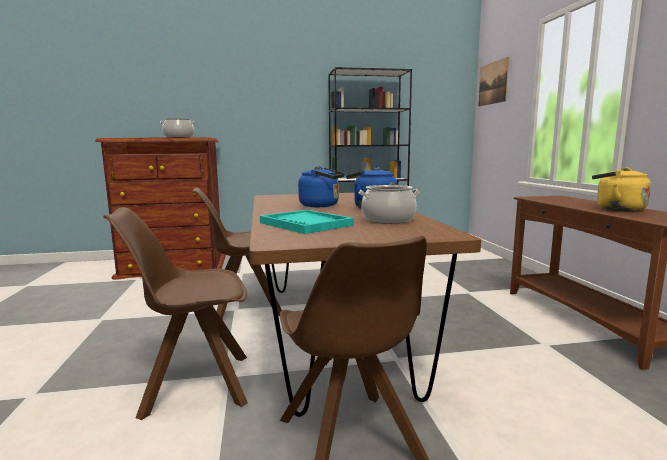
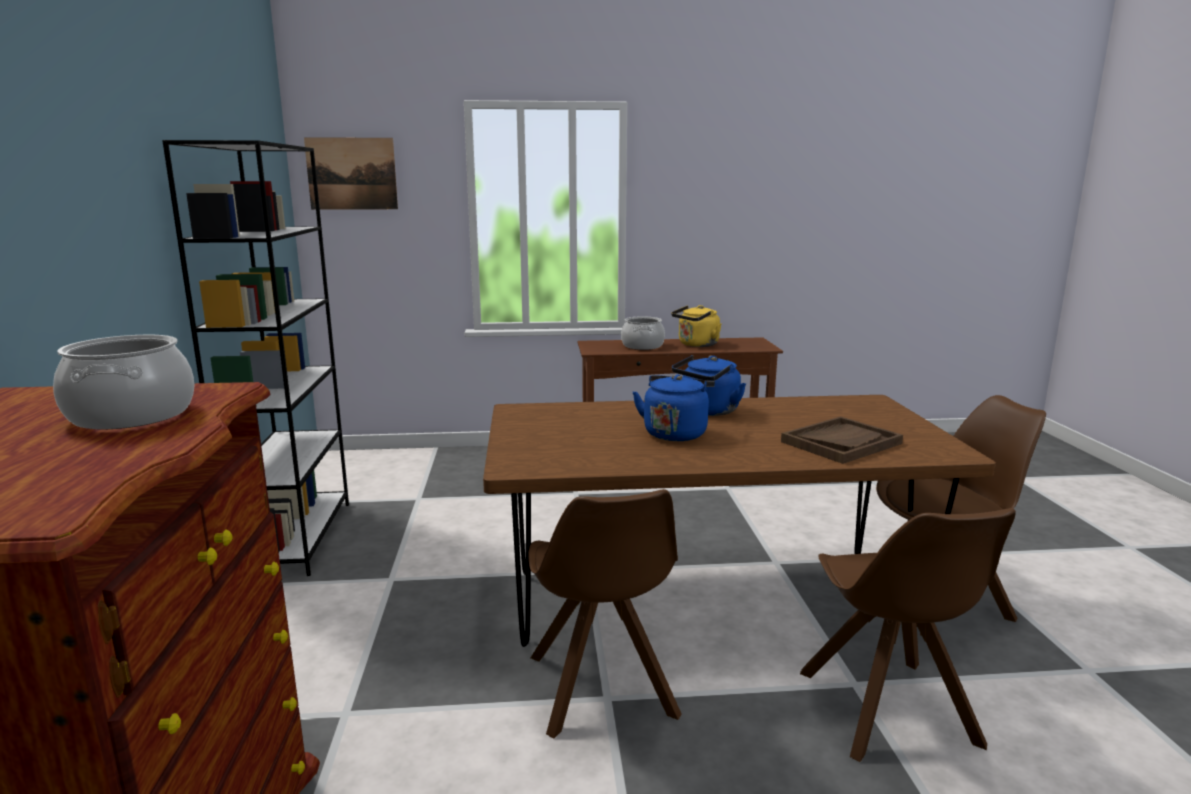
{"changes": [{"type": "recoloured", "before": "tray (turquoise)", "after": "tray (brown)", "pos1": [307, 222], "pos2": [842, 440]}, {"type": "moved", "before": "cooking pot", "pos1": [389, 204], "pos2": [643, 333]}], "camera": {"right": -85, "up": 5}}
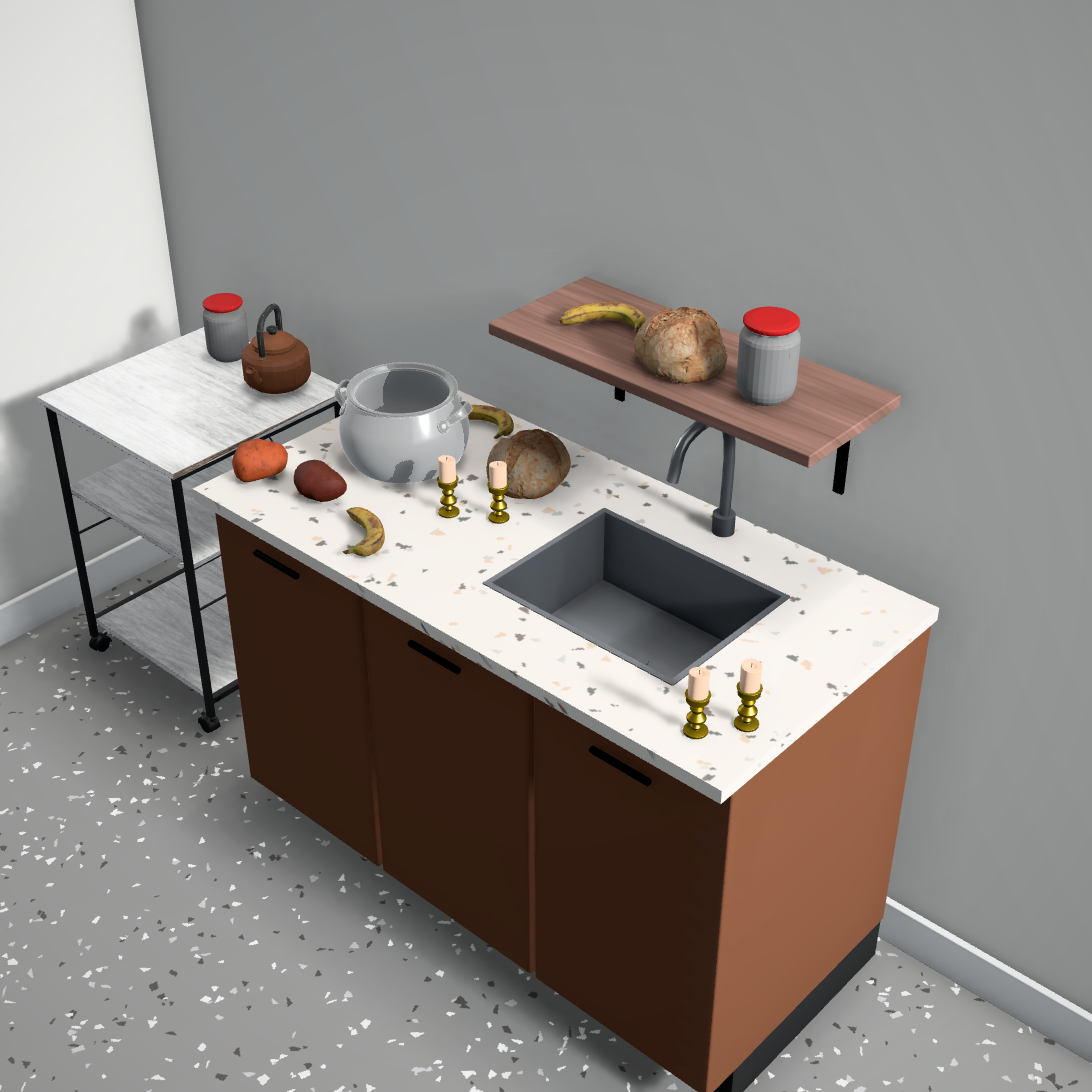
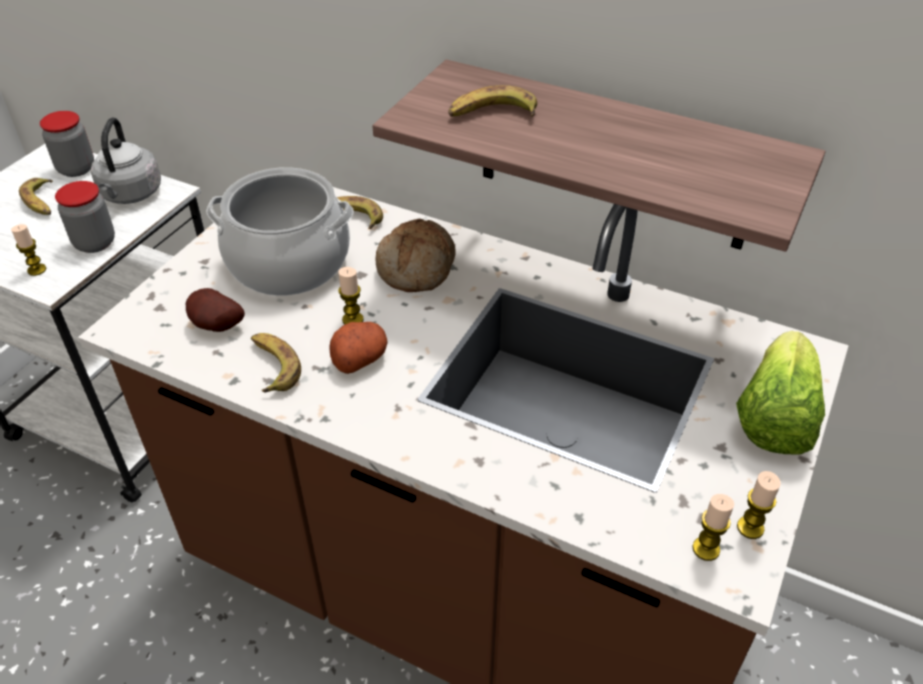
{"changes": [{"type": "moved", "before": "potato", "pos1": [260, 460], "pos2": [358, 348]}, {"type": "recoloured", "before": "kettle (brown)", "after": "kettle (grey)", "pos1": [276, 348], "pos2": [126, 160]}, {"type": "moved", "before": "candle", "pos1": [498, 492], "pos2": [28, 250]}, {"type": "removed", "before": "bread", "pos1": [680, 345]}, {"type": "moved", "before": "jar", "pos1": [769, 356], "pos2": [85, 217]}, {"type": "added", "after": "banana", "pos2": [36, 196]}, {"type": "added", "after": "lettuce", "pos2": [780, 393]}], "camera": {"right": -15, "up": 10}}
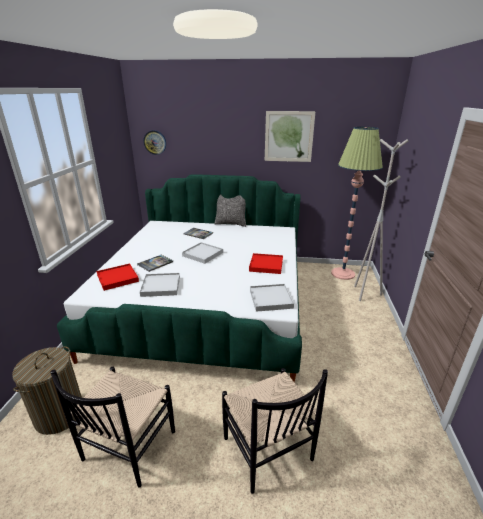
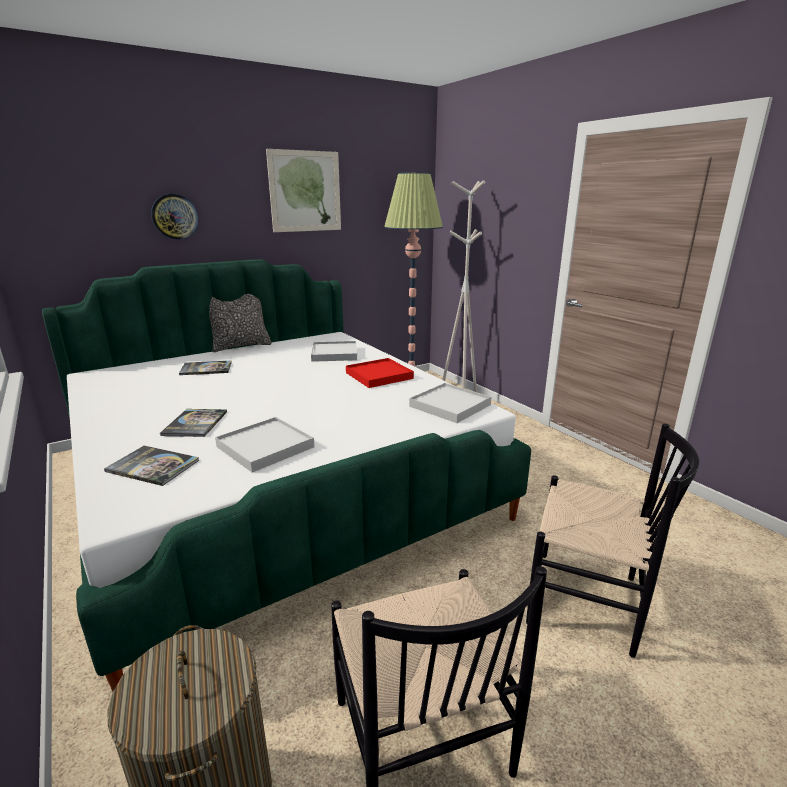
{"changes": [{"type": "replaced", "before": "tray (red)", "after": "book", "pos1": [117, 277], "pos2": [151, 466]}, {"type": "moved", "before": "wall clock", "pos1": [154, 142], "pos2": [174, 217]}, {"type": "moved", "before": "tray (white)", "pos1": [202, 253], "pos2": [334, 351]}], "camera": {"right": -40, "up": -5}}
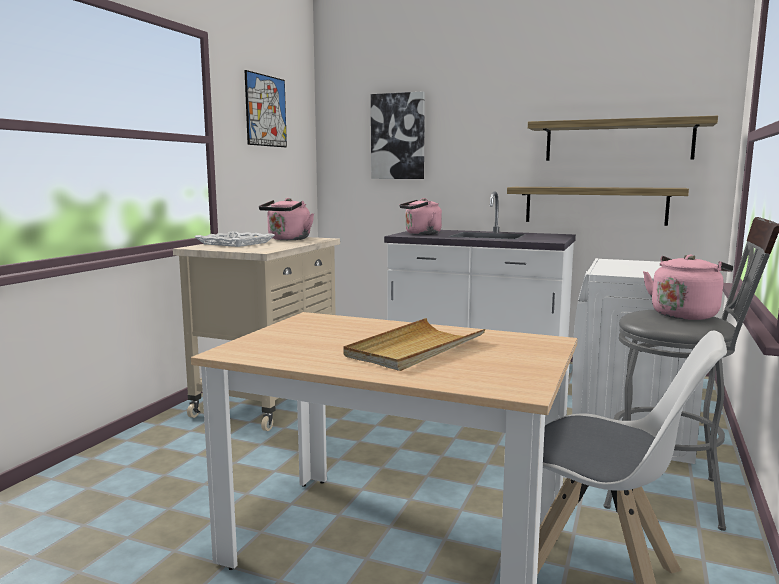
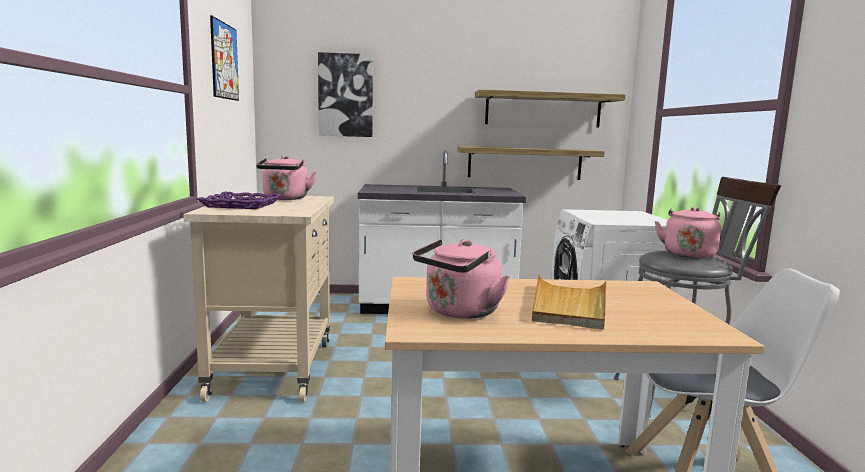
{"changes": [{"type": "recoloured", "before": "tray (white)", "after": "tray (purple)", "pos1": [235, 239], "pos2": [239, 200]}, {"type": "moved", "before": "kettle (pink)", "pos1": [420, 216], "pos2": [461, 279]}], "camera": {"right": -25, "up": 0}}
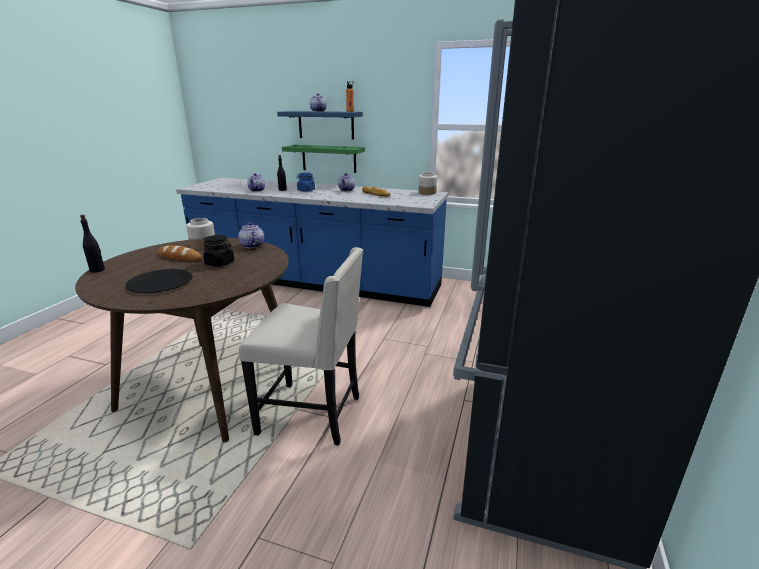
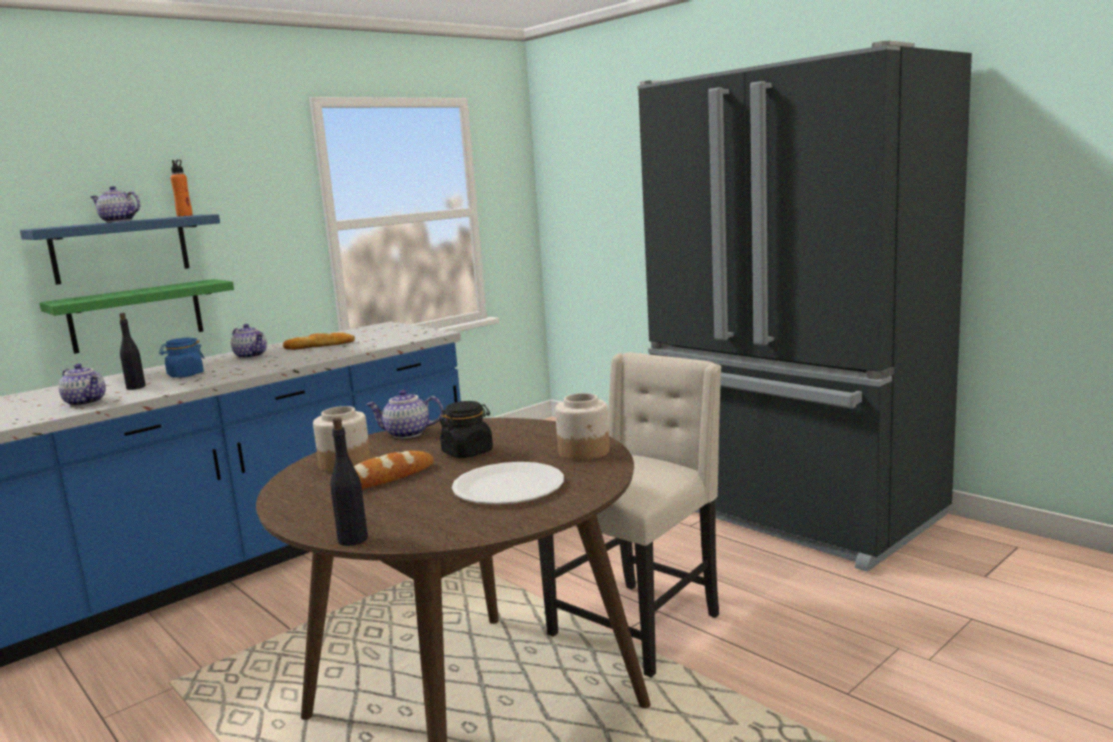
{"changes": [{"type": "recoloured", "before": "plate (black)", "after": "plate (white)", "pos1": [159, 281], "pos2": [508, 483]}, {"type": "moved", "before": "jar", "pos1": [428, 183], "pos2": [582, 426]}], "camera": {"right": -60, "up": -10}}
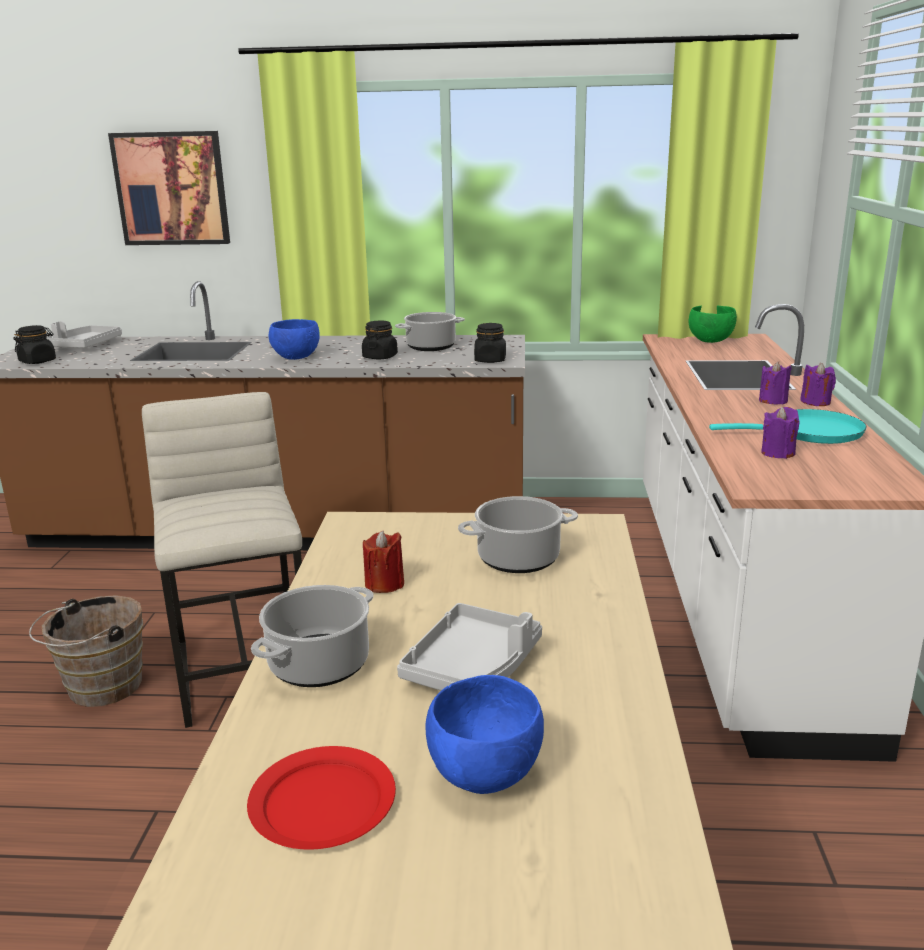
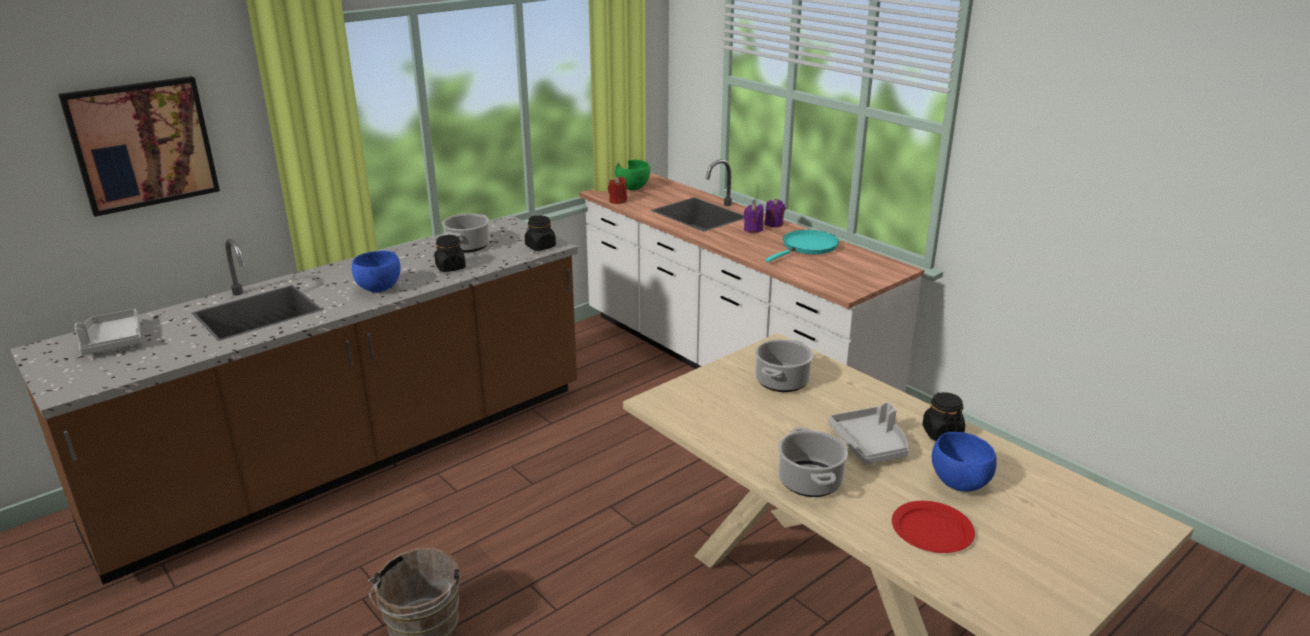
{"changes": [{"type": "moved", "before": "jar (black)", "pos1": [34, 344], "pos2": [943, 416]}, {"type": "removed", "before": "stool (beige)", "pos1": [222, 560]}, {"type": "moved", "before": "candle (red)", "pos1": [383, 561], "pos2": [617, 190]}, {"type": "removed", "before": "candle (purple)", "pos1": [780, 433]}], "camera": {"right": -45, "up": 5}}
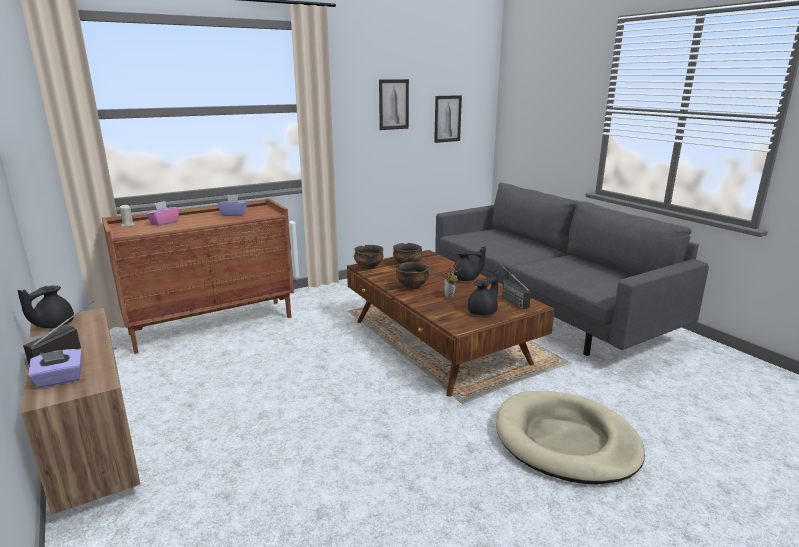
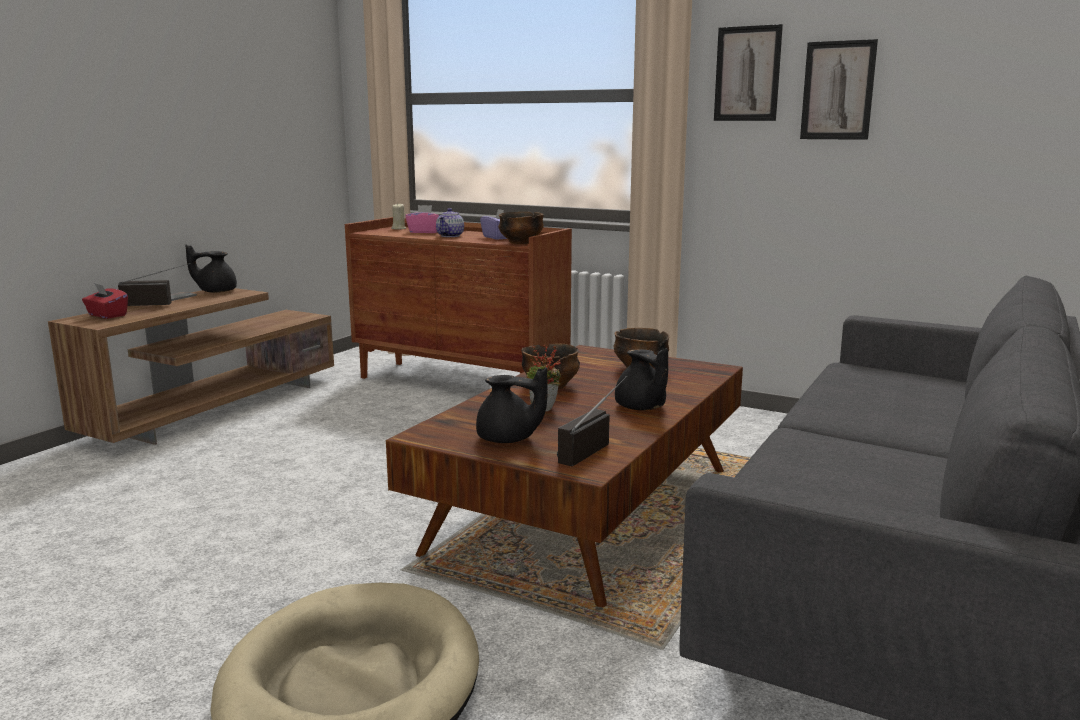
{"changes": [{"type": "recoloured", "before": "tissue box (purple)", "after": "tissue box (red)", "pos1": [55, 368], "pos2": [105, 301]}, {"type": "moved", "before": "bowl", "pos1": [369, 257], "pos2": [521, 228]}, {"type": "moved", "before": "picture", "pos1": [448, 119], "pos2": [748, 72]}, {"type": "added", "after": "teapot", "pos2": [450, 222]}], "camera": {"right": 60, "up": -5}}
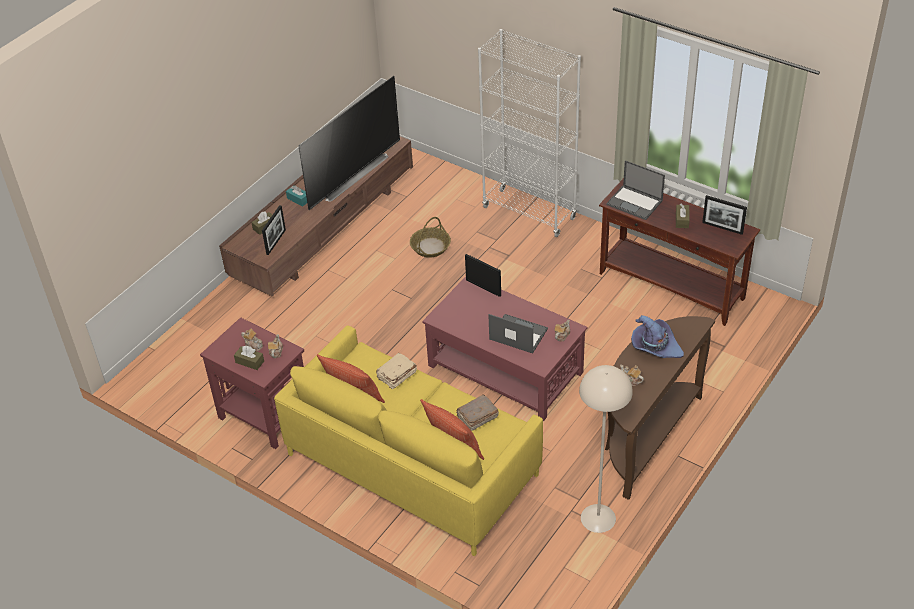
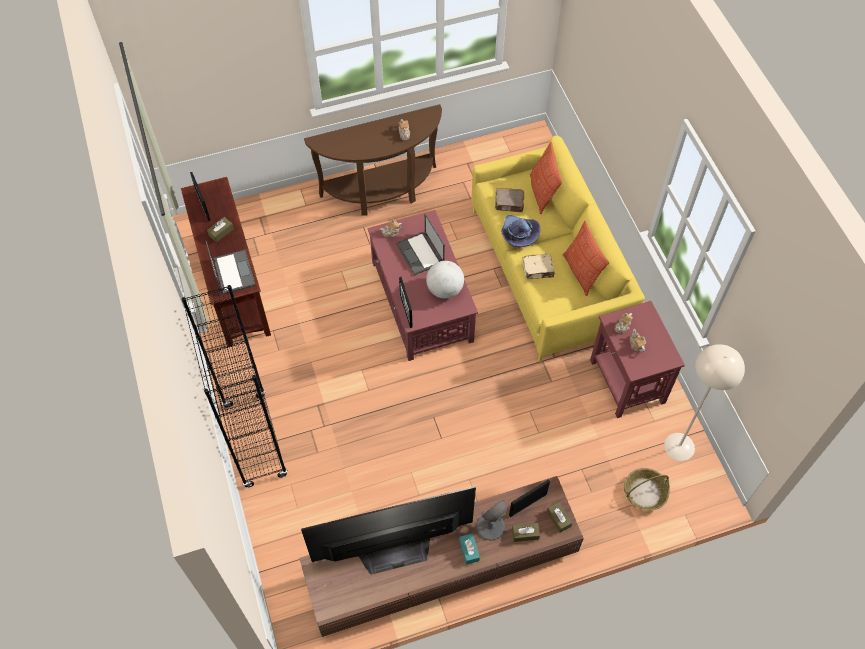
{"changes": [{"type": "moved", "before": "tissue box (brown)", "pos1": [249, 358], "pos2": [559, 517]}, {"type": "moved", "before": "basket", "pos1": [430, 237], "pos2": [647, 489]}, {"type": "recoloured", "before": "bookcase (white)", "after": "bookcase (black)", "pos1": [529, 133], "pos2": [235, 386]}, {"type": "moved", "before": "floor lamp (beige)", "pos1": [606, 449], "pos2": [704, 402]}, {"type": "moved", "before": "hat (purple)", "pos1": [657, 336], "pos2": [521, 231]}, {"type": "added", "after": "globe", "pos2": [445, 280]}, {"type": "added", "after": "table lamp (grey)", "pos2": [491, 520]}], "camera": {"right": -145, "up": 15}}
